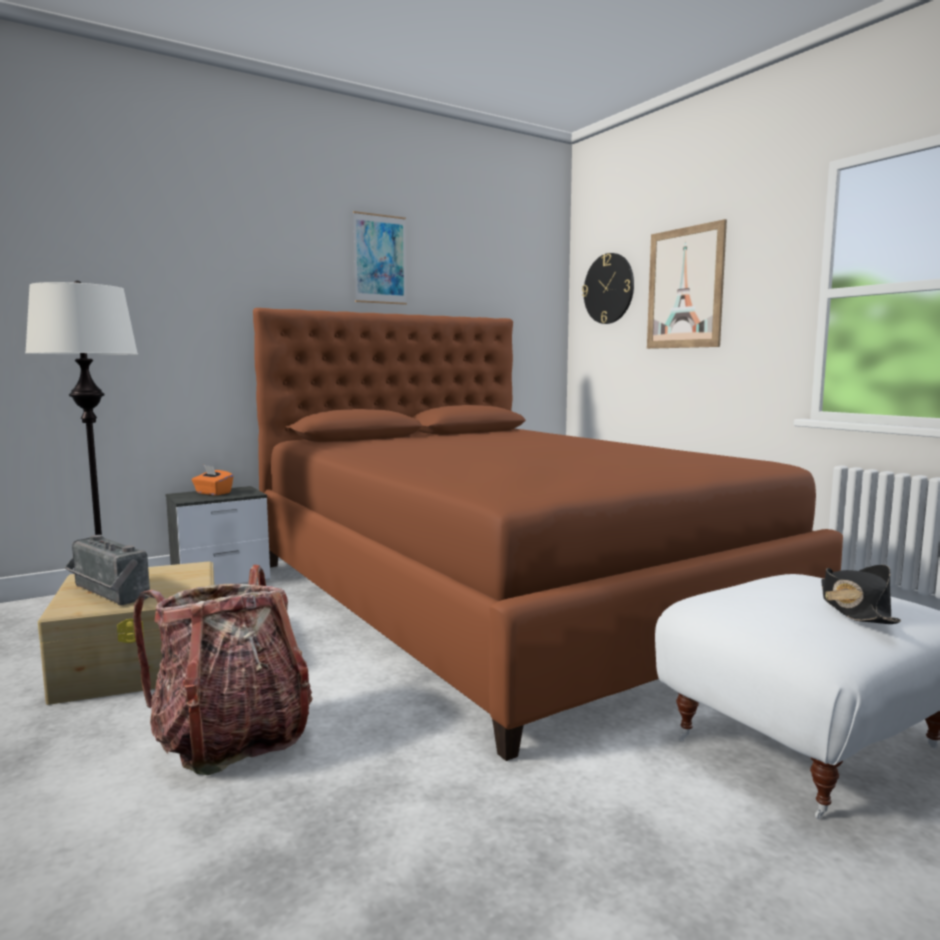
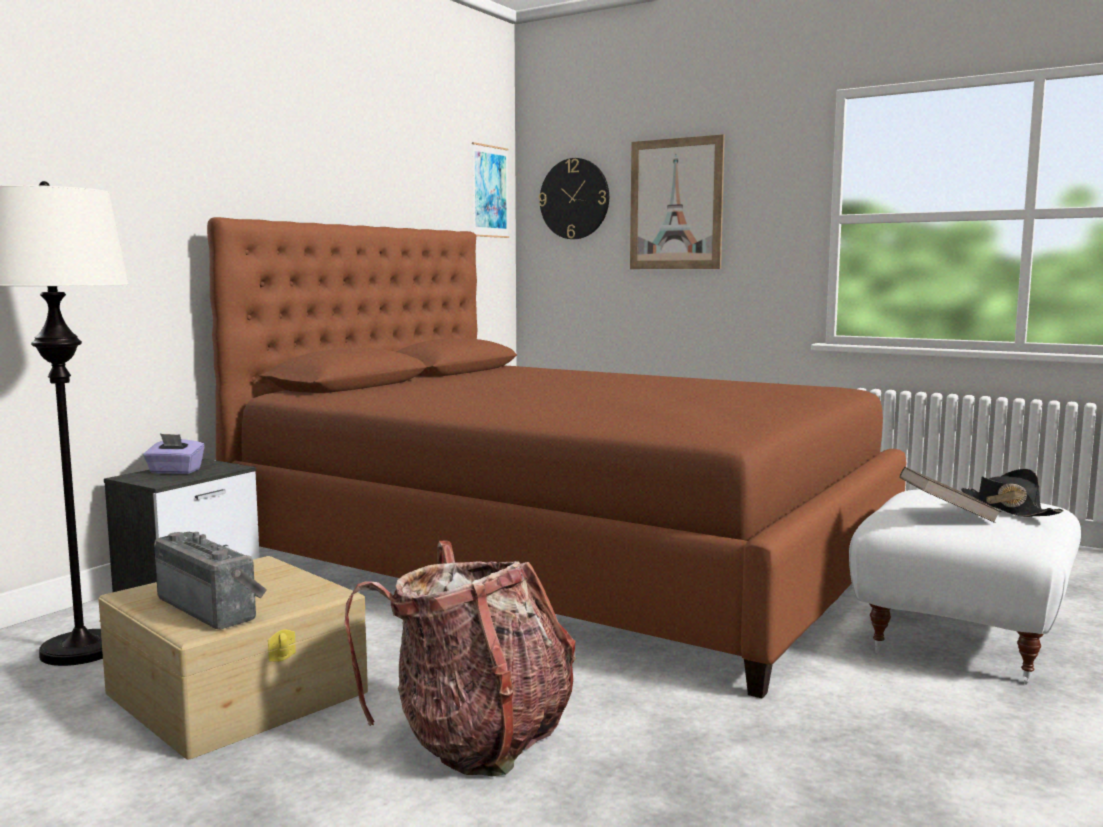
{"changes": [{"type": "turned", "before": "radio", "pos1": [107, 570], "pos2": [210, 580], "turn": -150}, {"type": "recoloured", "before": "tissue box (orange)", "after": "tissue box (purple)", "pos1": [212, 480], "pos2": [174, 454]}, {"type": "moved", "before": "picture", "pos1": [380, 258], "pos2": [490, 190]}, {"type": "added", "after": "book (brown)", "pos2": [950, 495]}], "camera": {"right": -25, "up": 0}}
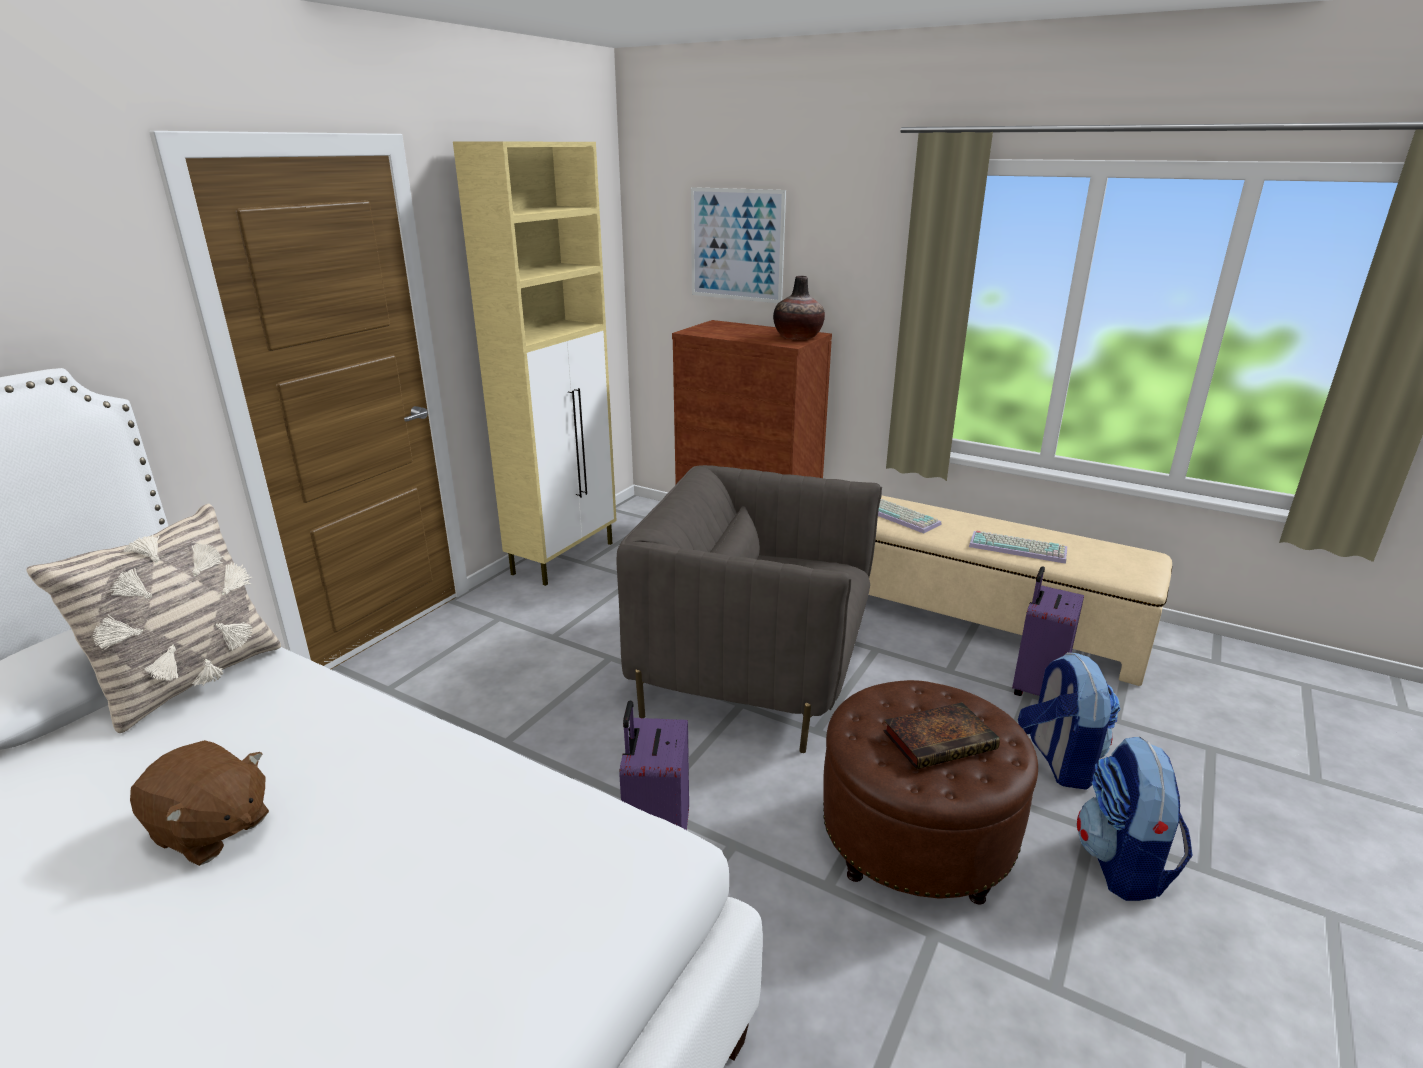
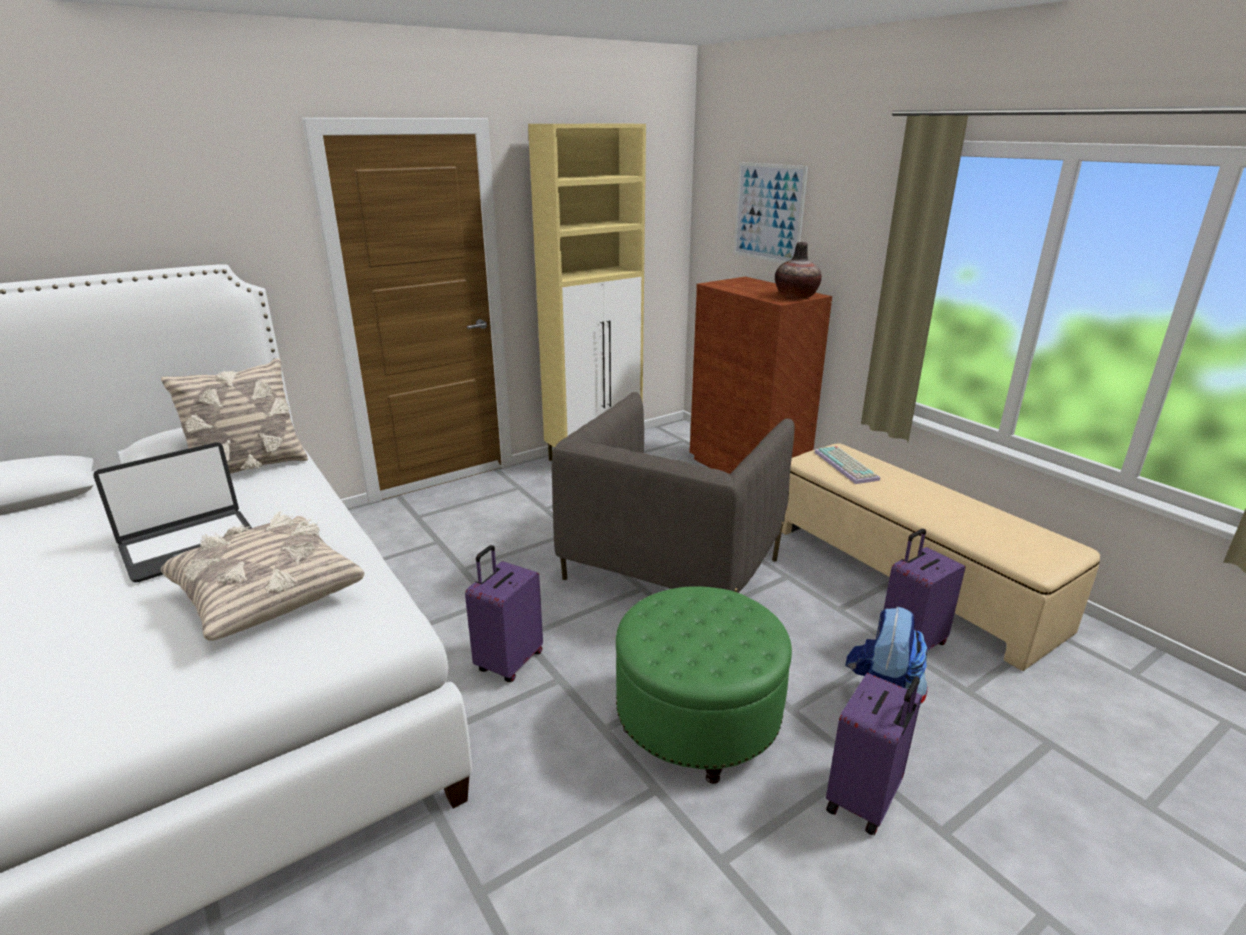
{"changes": [{"type": "replaced", "before": "plush toy (brown)", "after": "laptop", "pos1": [199, 803], "pos2": [173, 512]}, {"type": "turned", "before": "armchair (grey)", "pos1": [749, 609], "pos2": [673, 492], "turn": -105}, {"type": "recoloured", "before": "ottoman (brown)", "after": "ottoman (green)", "pos1": [930, 792], "pos2": [704, 685]}, {"type": "removed", "before": "book", "pos1": [941, 735]}, {"type": "removed", "before": "keyboard", "pos1": [1018, 547]}, {"type": "replaced", "before": "backpack", "after": "suitcase (purple)", "pos1": [1135, 818], "pos2": [874, 754]}, {"type": "added", "after": "pillow (beige)", "pos2": [262, 576]}], "camera": {"right": 25, "up": 0}}
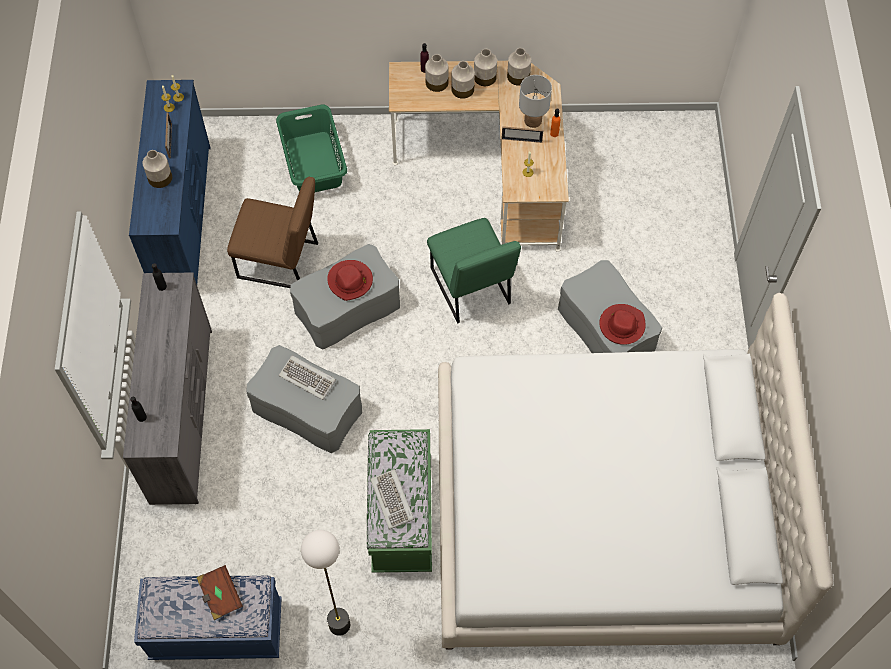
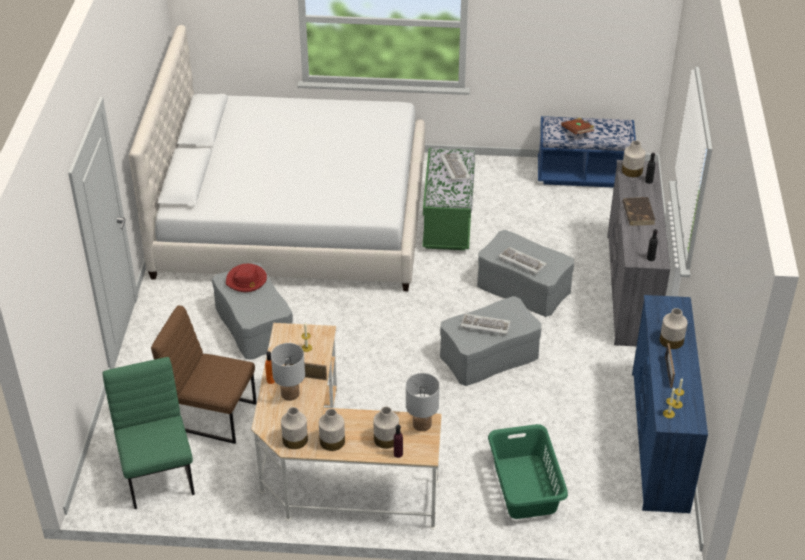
{"changes": [{"type": "moved", "before": "chair (brown)", "pos1": [272, 232], "pos2": [204, 374]}, {"type": "removed", "before": "floor lamp", "pos1": [325, 583]}, {"type": "replaced", "before": "hat (red)", "after": "keyboard", "pos1": [350, 280], "pos2": [485, 324]}, {"type": "moved", "before": "chair (green)", "pos1": [474, 270], "pos2": [149, 433]}, {"type": "moved", "before": "vase (beige)", "pos1": [463, 80], "pos2": [633, 158]}, {"type": "added", "after": "table lamp (grey)", "pos2": [422, 402]}, {"type": "added", "after": "book (brown)", "pos2": [638, 211]}], "camera": {"right": -175, "up": -20}}
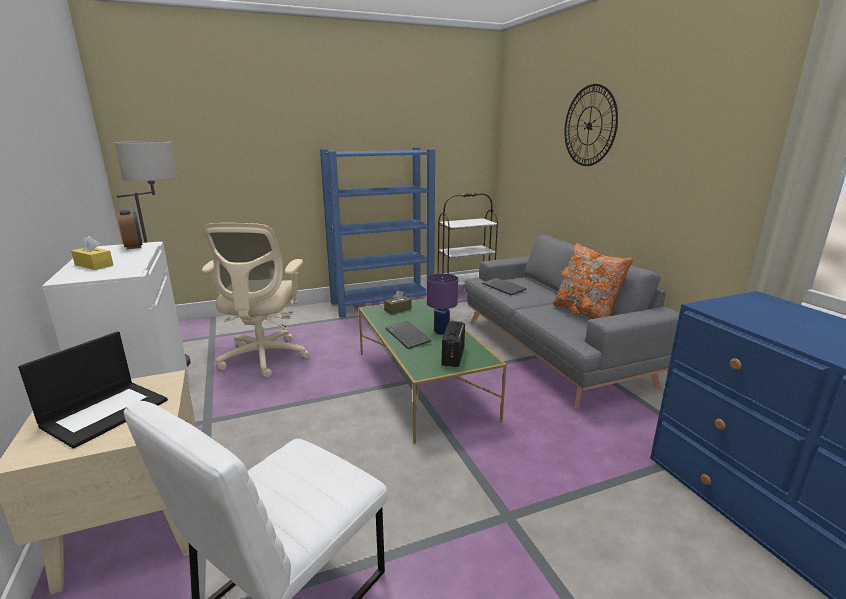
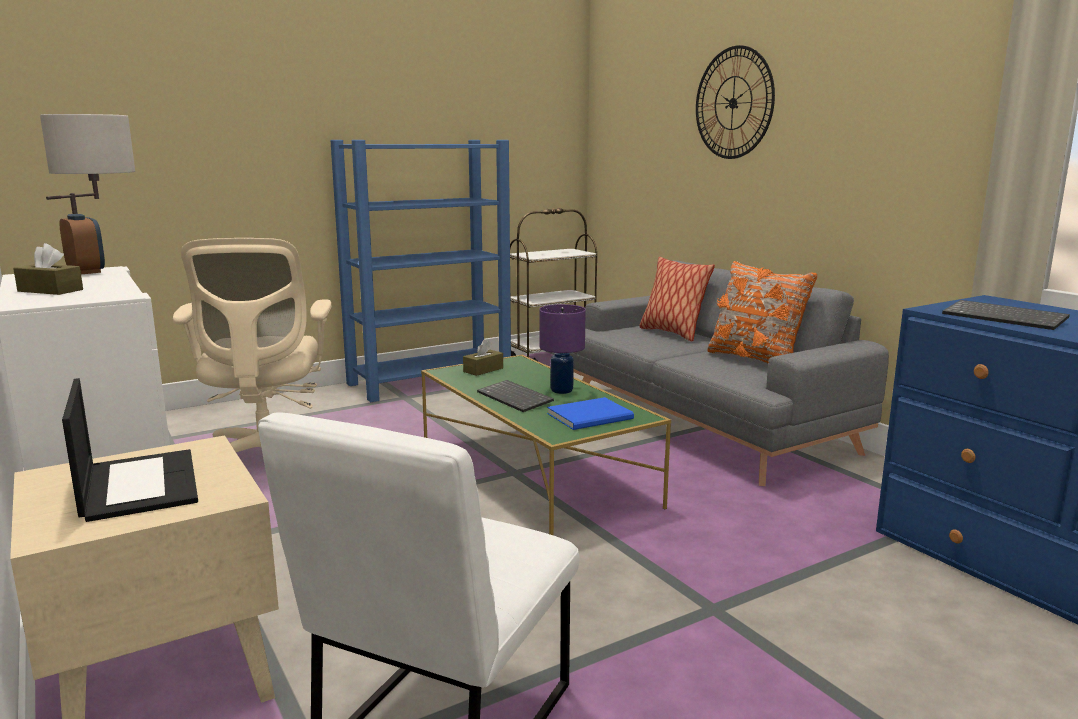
{"changes": [{"type": "turned", "before": "laptop", "pos1": [93, 390], "pos2": [130, 450], "turn": -45}, {"type": "recoloured", "before": "tissue box (yellow)", "after": "tissue box (brown)", "pos1": [92, 253], "pos2": [48, 269]}, {"type": "replaced", "before": "radio", "after": "book (blue)", "pos1": [453, 344], "pos2": [590, 413]}, {"type": "moved", "before": "keyboard", "pos1": [504, 286], "pos2": [1006, 315]}, {"type": "added", "after": "pillow", "pos2": [677, 299]}], "camera": {"right": -10, "up": -5}}
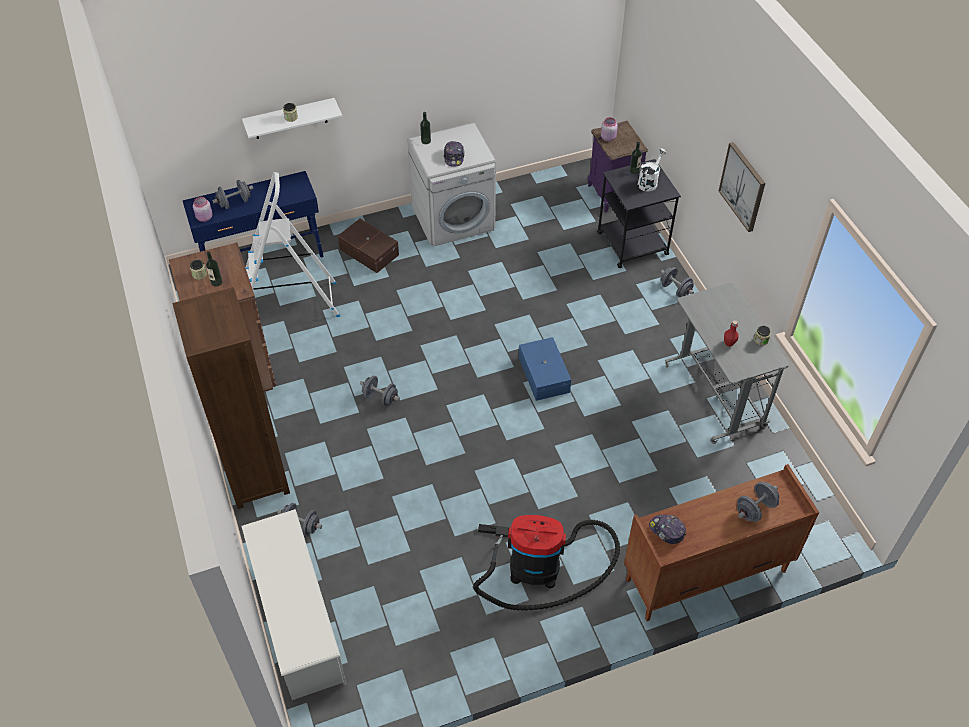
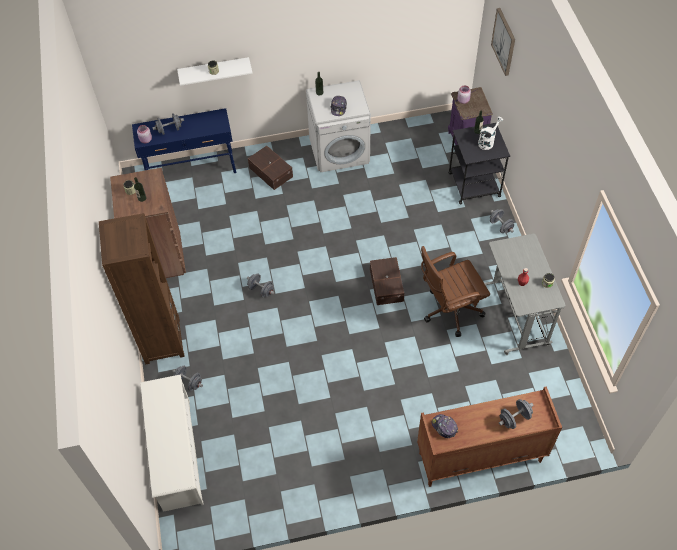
{"changes": [{"type": "removed", "before": "step ladder (white)", "pos1": [292, 244]}, {"type": "removed", "before": "vacuum cleaner", "pos1": [546, 563]}, {"type": "recoloured", "before": "storage box (blue)", "after": "storage box (brown)", "pos1": [545, 369], "pos2": [387, 281]}, {"type": "moved", "before": "picture", "pos1": [742, 187], "pos2": [503, 42]}, {"type": "added", "after": "office chair (brown)", "pos2": [455, 291]}], "camera": {"right": 10, "up": 5}}
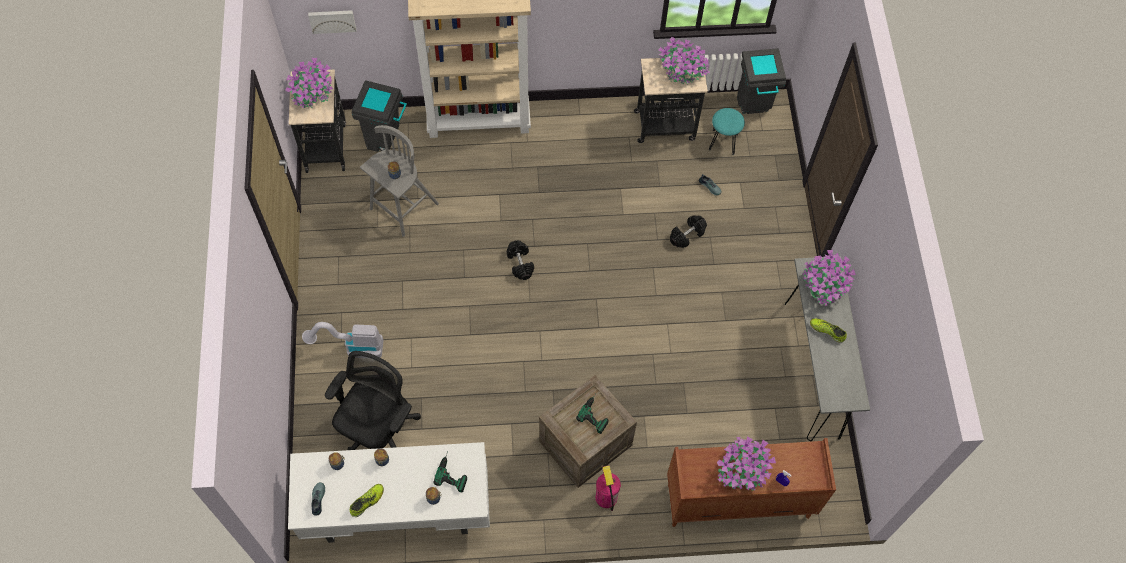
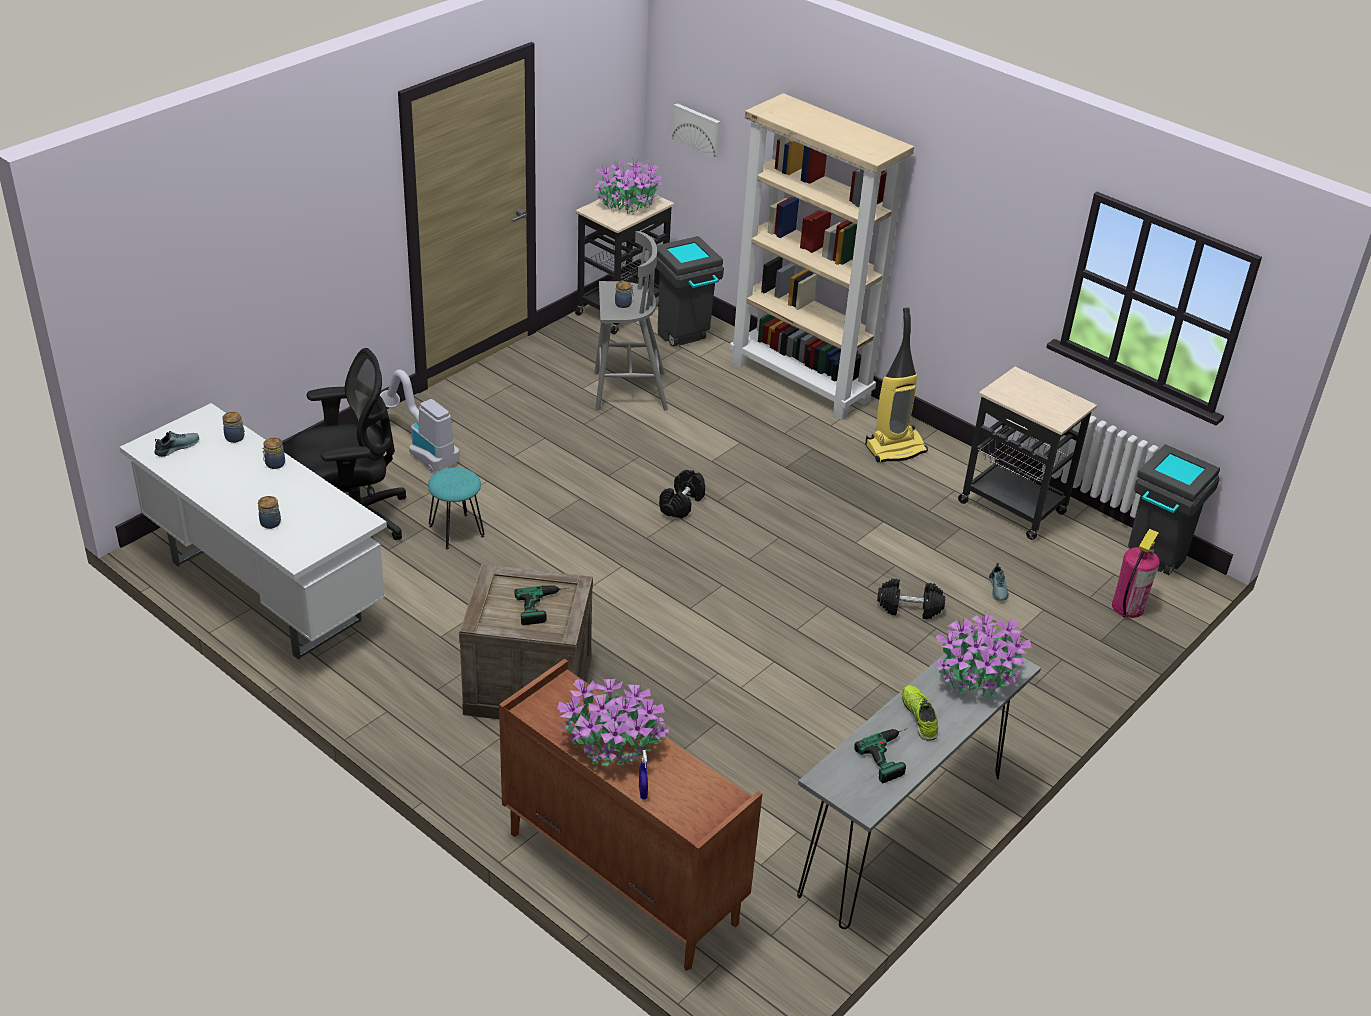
{"changes": [{"type": "removed", "before": "shoe", "pos1": [367, 500]}, {"type": "moved", "before": "power drill", "pos1": [450, 472], "pos2": [881, 755]}, {"type": "moved", "before": "fire extinguisher", "pos1": [608, 488], "pos2": [1136, 573]}, {"type": "removed", "before": "potted plant", "pos1": [684, 60]}, {"type": "moved", "before": "stool (turquoise)", "pos1": [727, 131], "pos2": [456, 508]}, {"type": "added", "after": "vacuum cleaner", "pos2": [896, 384]}], "camera": {"right": 45, "up": -25}}
